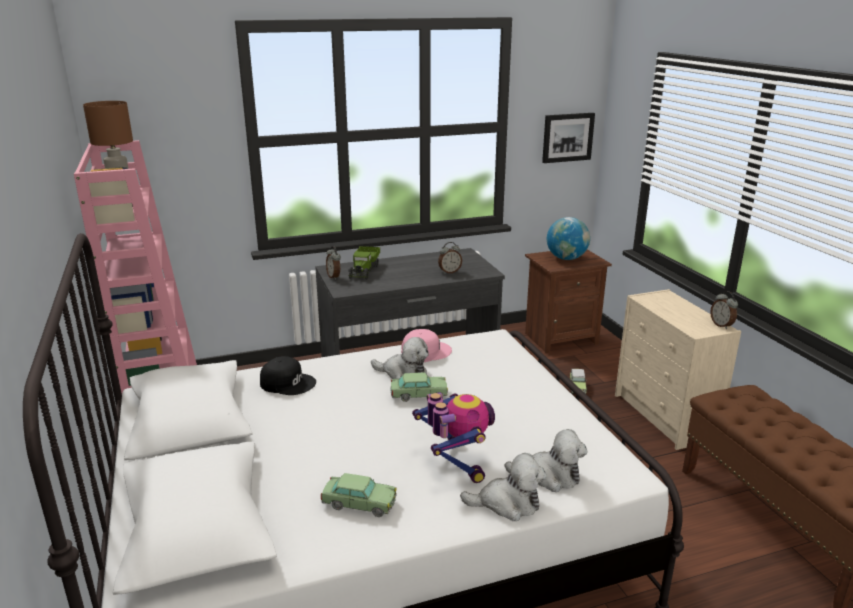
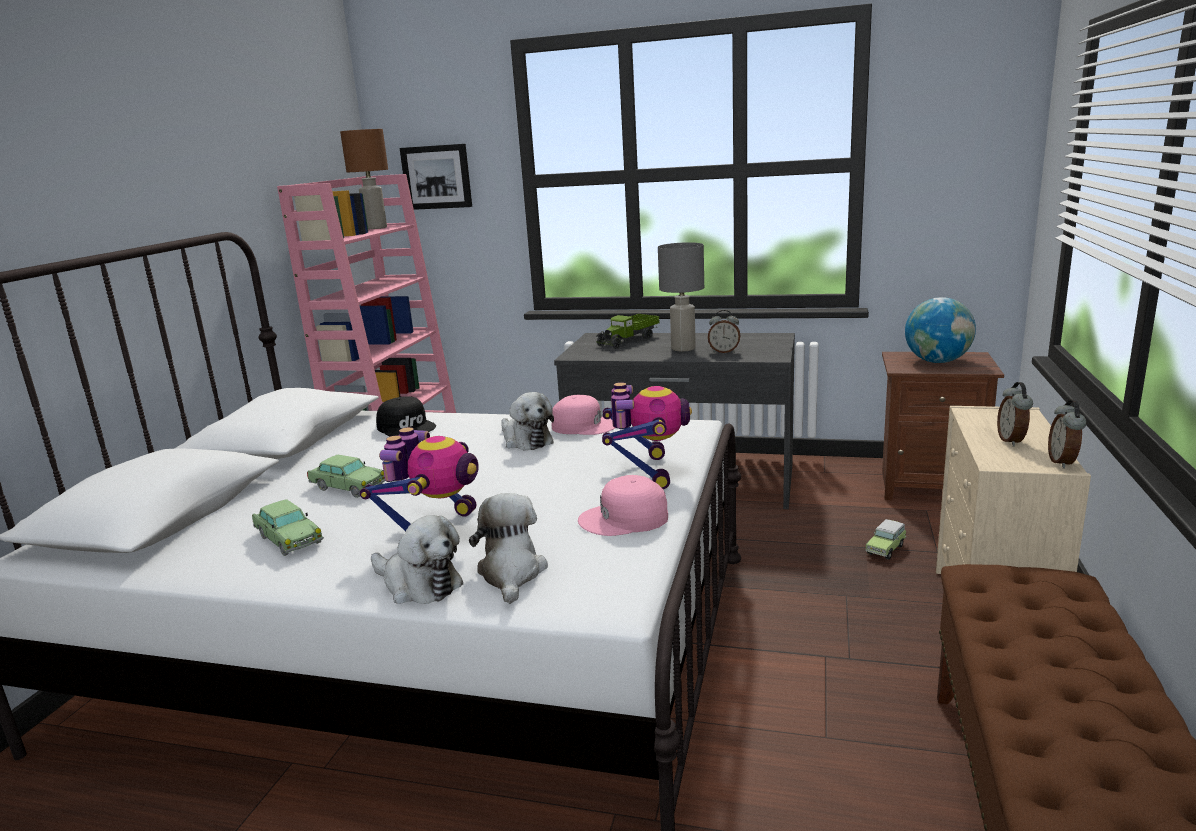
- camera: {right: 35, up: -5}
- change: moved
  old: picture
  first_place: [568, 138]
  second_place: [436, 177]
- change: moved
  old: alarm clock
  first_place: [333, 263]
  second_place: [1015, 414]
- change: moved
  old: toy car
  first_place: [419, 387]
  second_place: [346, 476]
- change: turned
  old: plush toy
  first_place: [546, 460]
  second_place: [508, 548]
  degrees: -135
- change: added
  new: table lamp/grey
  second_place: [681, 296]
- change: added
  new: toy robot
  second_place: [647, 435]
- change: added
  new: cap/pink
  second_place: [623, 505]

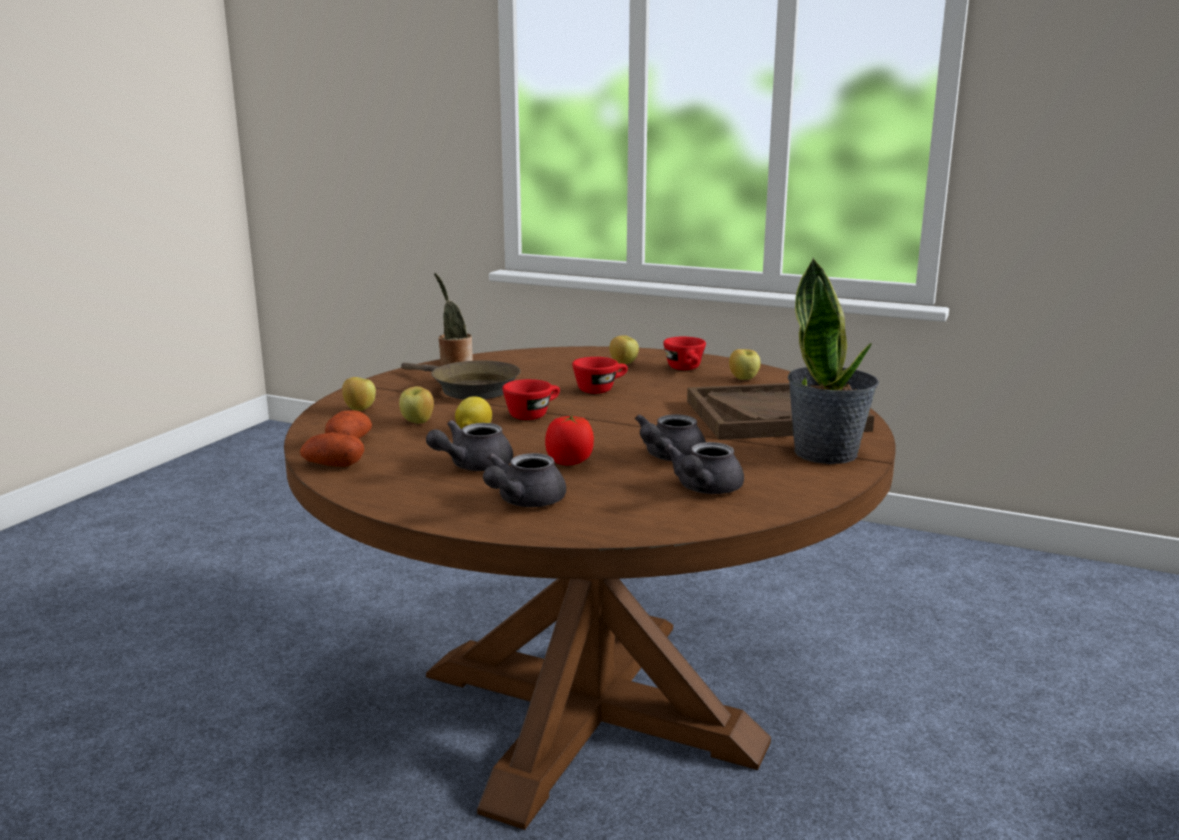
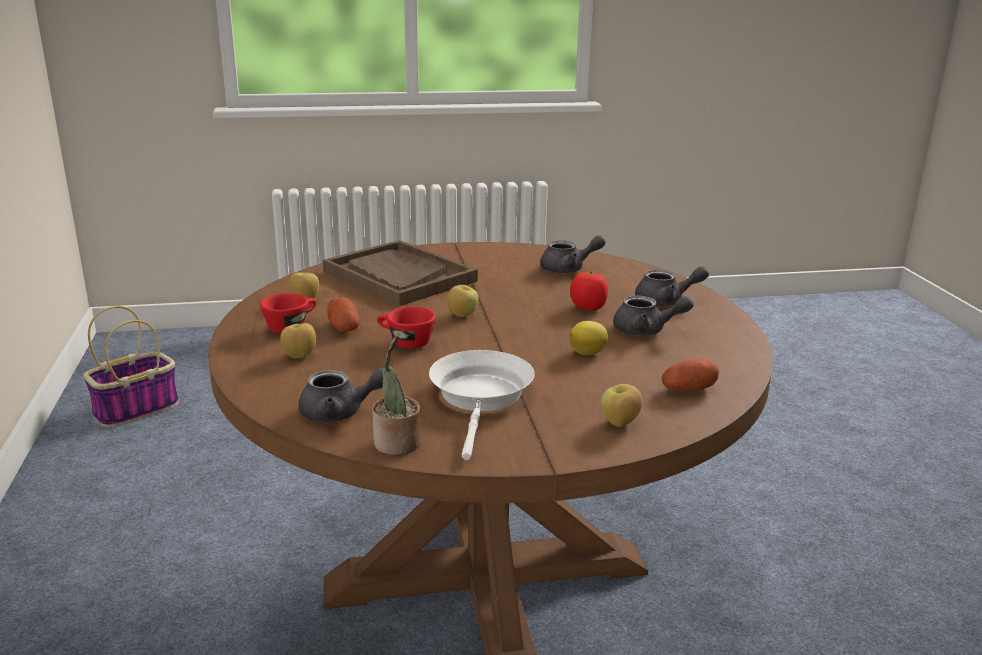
- camera: {right: -125, up: 5}
- change: removed
  old: potted plant
  first_place: [833, 360]
- change: recoloured
  old: frying pan/brown
  new: frying pan/white
  first_place: [461, 379]
  second_place: [481, 405]
- change: removed
  old: cup/red
  first_place: [531, 399]
- change: moved
  old: apple
  first_place: [416, 405]
  second_place: [462, 301]
- change: moved
  old: teapot/grey
  first_place: [670, 437]
  second_place: [341, 395]
- change: moved
  old: potato
  first_place: [332, 449]
  second_place: [343, 314]
- change: added
  new: basket
  second_place: [131, 367]

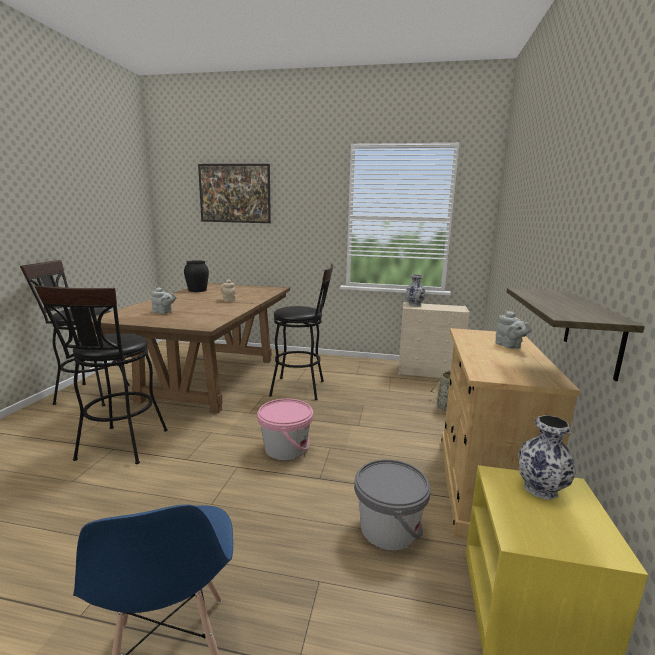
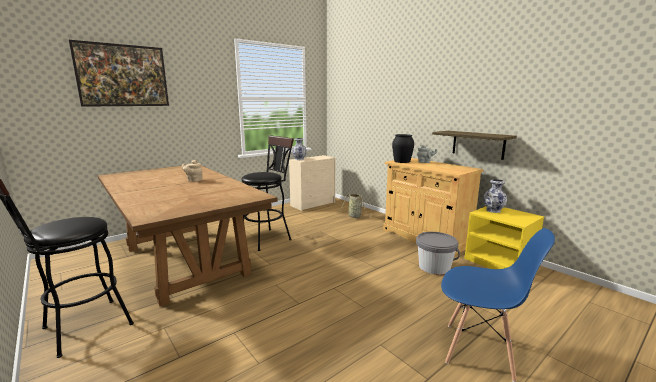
- camera: {right: -50, up: 0}
- change: moved
  old: vase/black
  first_place: [196, 276]
  second_place: [403, 148]
- change: removed
  old: stool/black
  first_place: [101, 374]
- change: removed
  old: teapot/grey
  first_place: [163, 300]
- change: removed
  old: bucket/pink
  first_place: [285, 429]

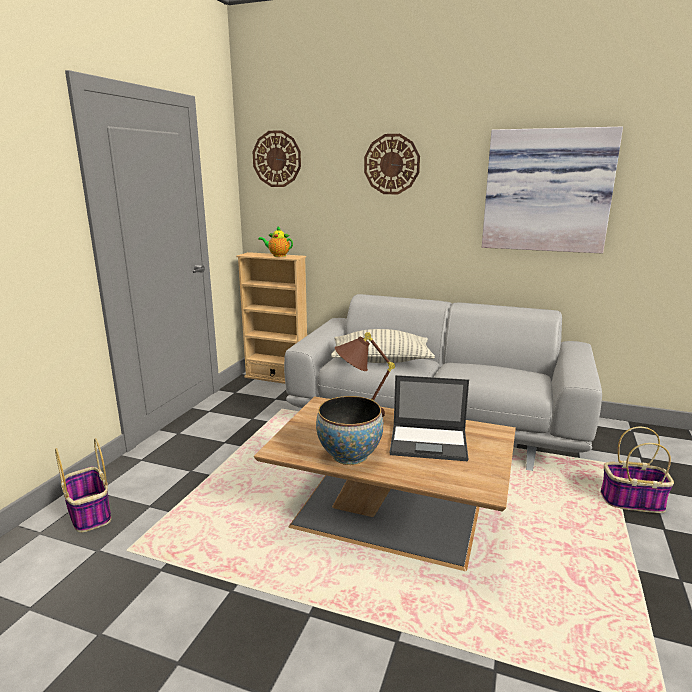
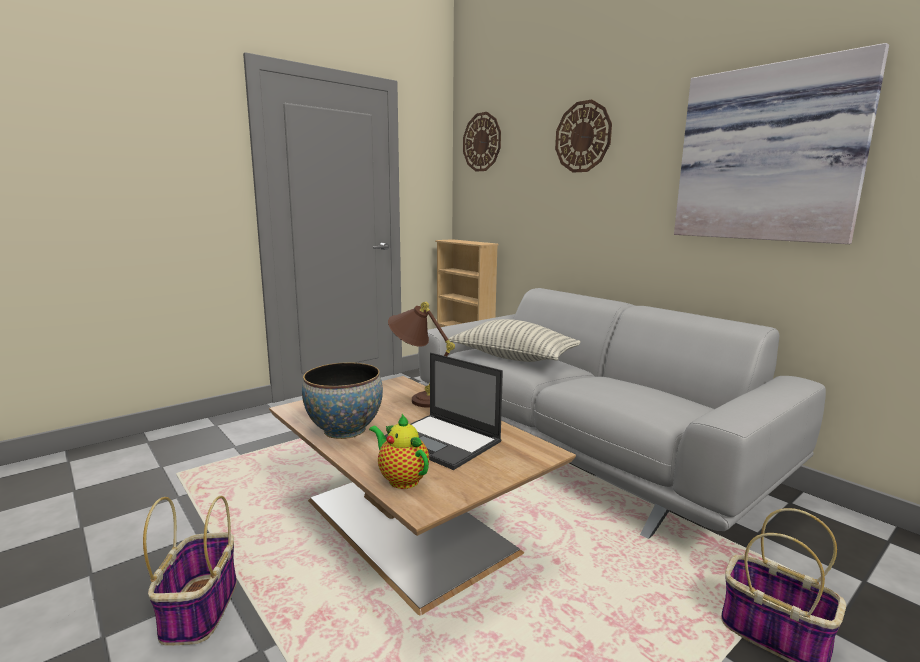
- camera: {right: 30, up: -5}
- change: moved
  old: teapot
  first_place: [275, 241]
  second_place: [399, 451]
- change: moved
  old: basket
  first_place: [83, 485]
  second_place: [190, 571]

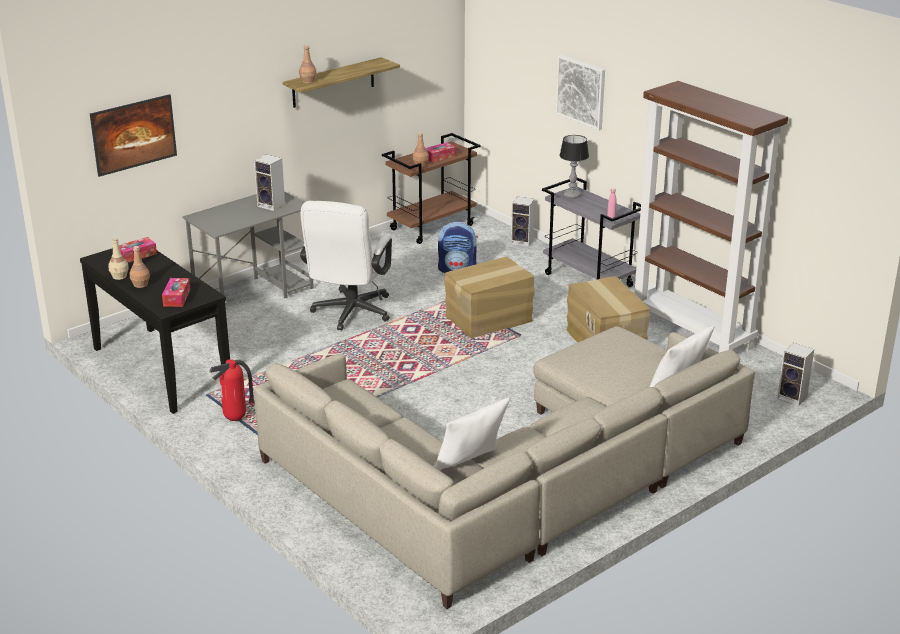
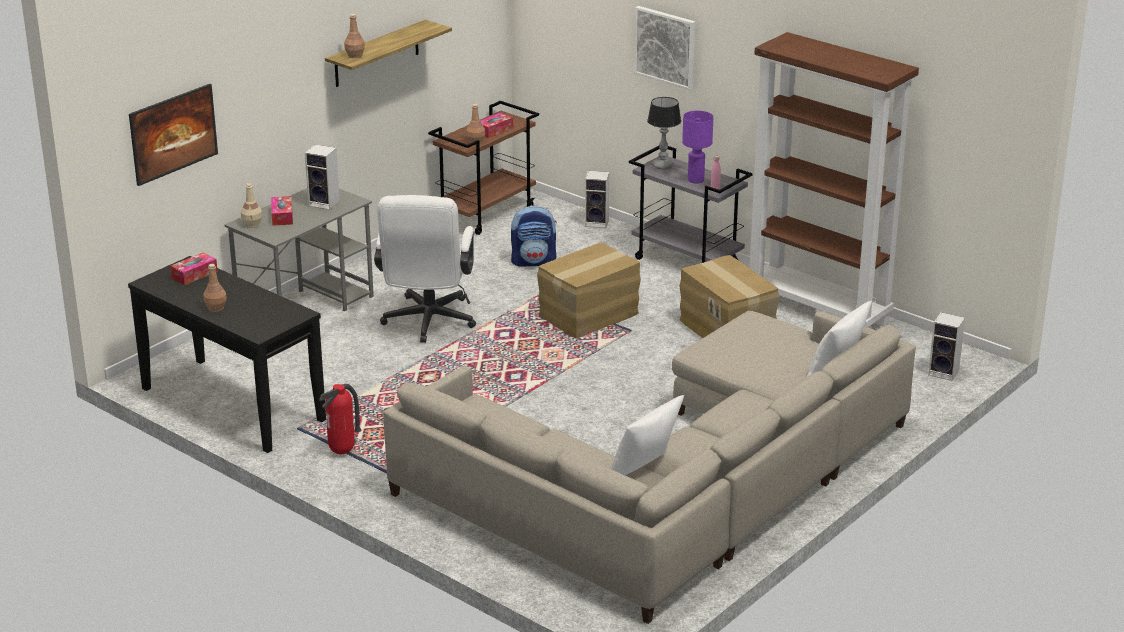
- camera: {right: -10, up: 0}
- change: moved
  old: bottle/beige
  first_place: [118, 259]
  second_place: [251, 205]
- change: moved
  old: tissue box
  first_place: [176, 292]
  second_place: [282, 211]
- change: added
  new: table lamp/purple
  second_place: [697, 147]

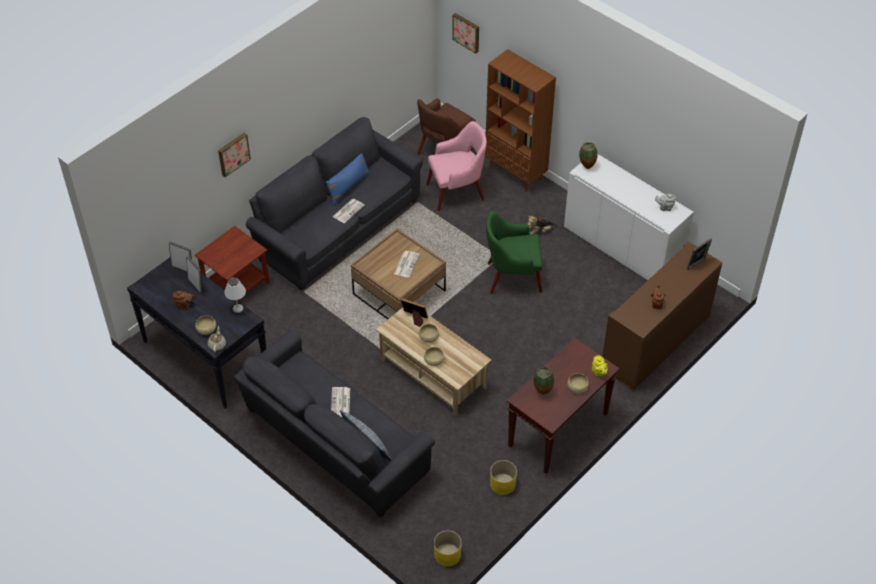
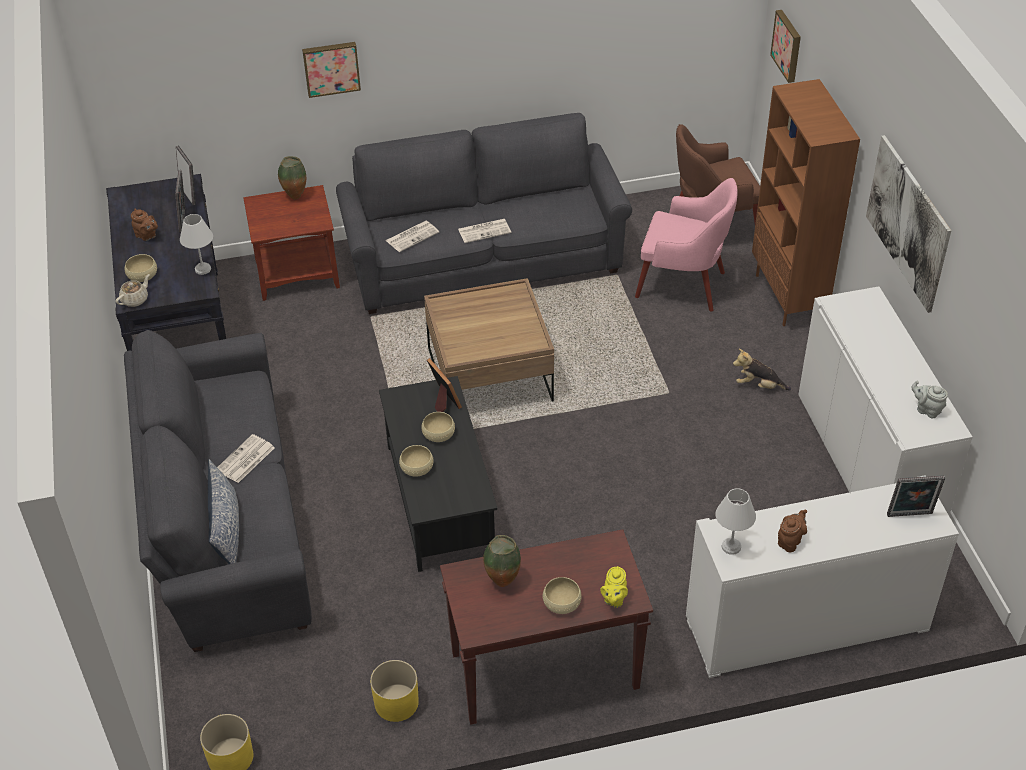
- camera: {right: 35, up: -5}
- change: moved
  old: vase
  first_place: [588, 155]
  second_place: [292, 178]
- change: removed
  old: pillow/blue
  first_place: [348, 179]
- change: removed
  old: armchair/green
  first_place: [514, 252]
- change: recoloured
  old: cabinet/brown
  new: cabinet/white
  first_place: [662, 317]
  second_place: [822, 576]
- change: moved
  old: newspaper
  first_place: [407, 264]
  second_place: [412, 236]
- change: recoloured
  old: coffee table/beige
  new: coffee table/black
  first_place: [434, 361]
  second_place: [438, 474]
- change: added
  new: picture
  second_place: [908, 224]
- change: added
  new: table lamp/white
  second_place: [735, 521]

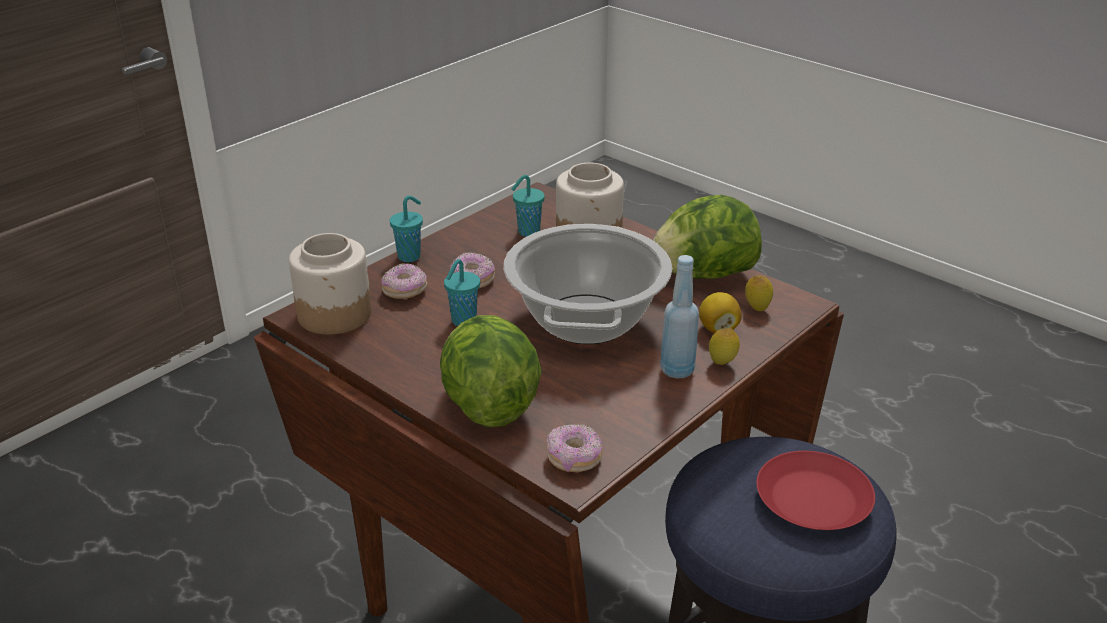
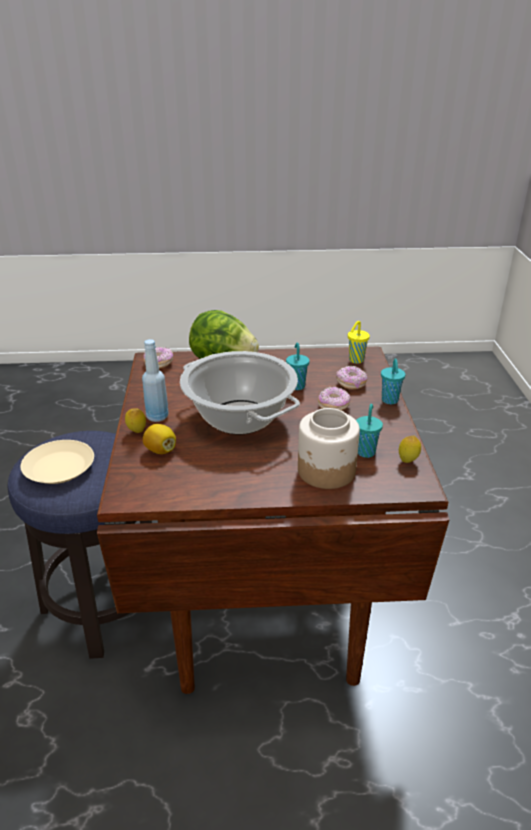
- camera: {right: 135, up: 0}
- change: removed
  old: lettuce
  first_place: [707, 237]
- change: replaced
  old: jar
  new: cup/yellow
  first_place: [330, 284]
  second_place: [359, 342]
- change: moved
  old: lemon
  first_place: [759, 293]
  second_place: [410, 449]
- change: recoloured
  old: plate/red
  new: plate/beige
  first_place: [815, 490]
  second_place: [57, 462]

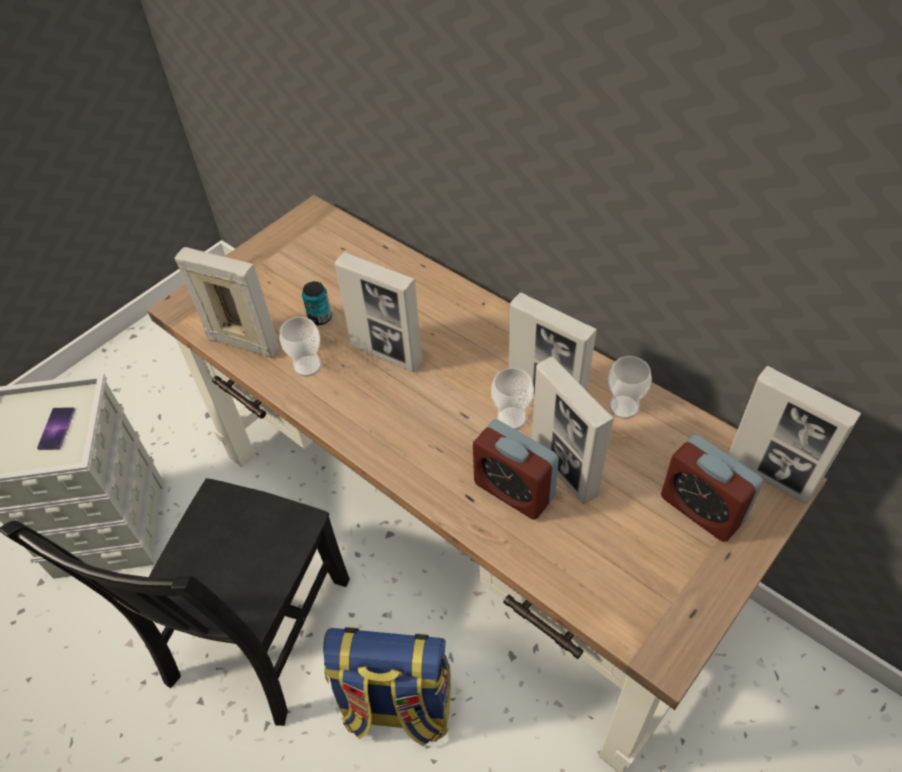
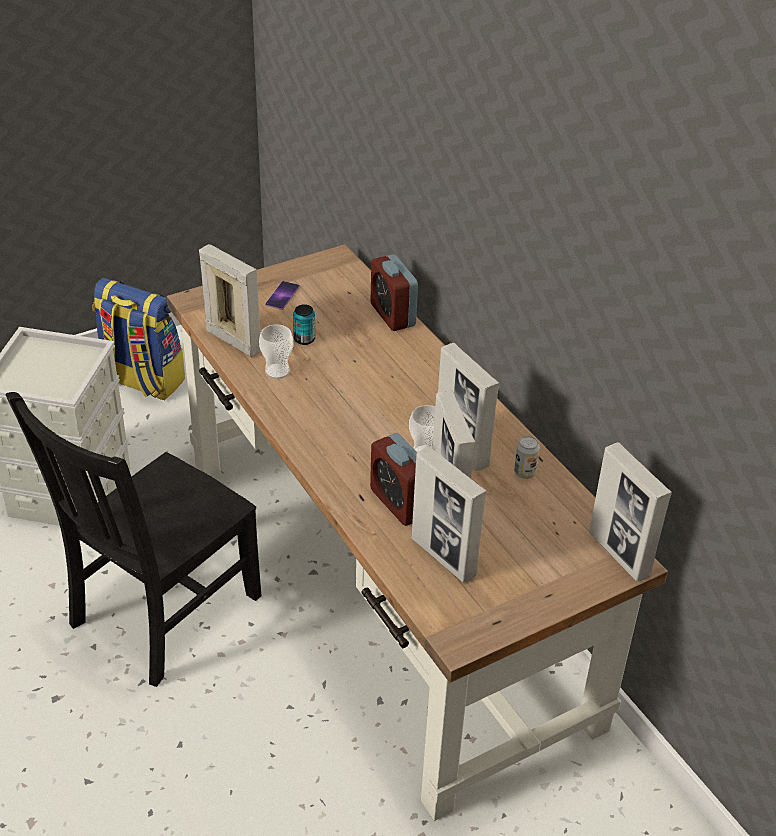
- camera: {right: 15, up: -10}
- change: moved
  old: picture frame
  first_place: [379, 312]
  second_place: [449, 514]
- change: replaced
  old: cup
  new: can
  first_place: [630, 387]
  second_place: [527, 457]
- change: moved
  old: phone
  first_place: [56, 428]
  second_place: [282, 295]
- change: moved
  old: alarm clock
  first_place: [712, 488]
  second_place: [394, 292]
- change: moved
  old: backpack
  first_place: [387, 686]
  second_place: [138, 339]

